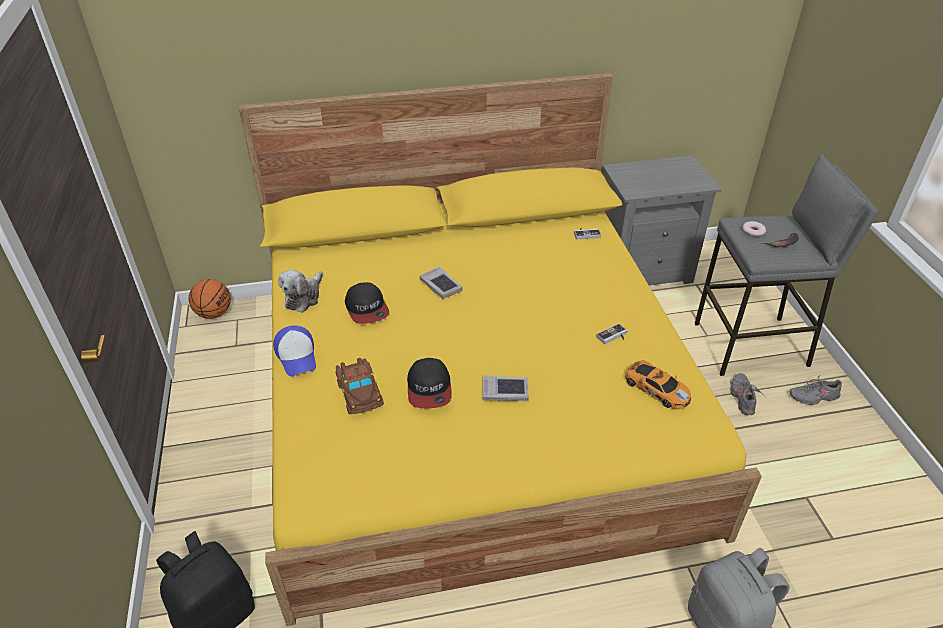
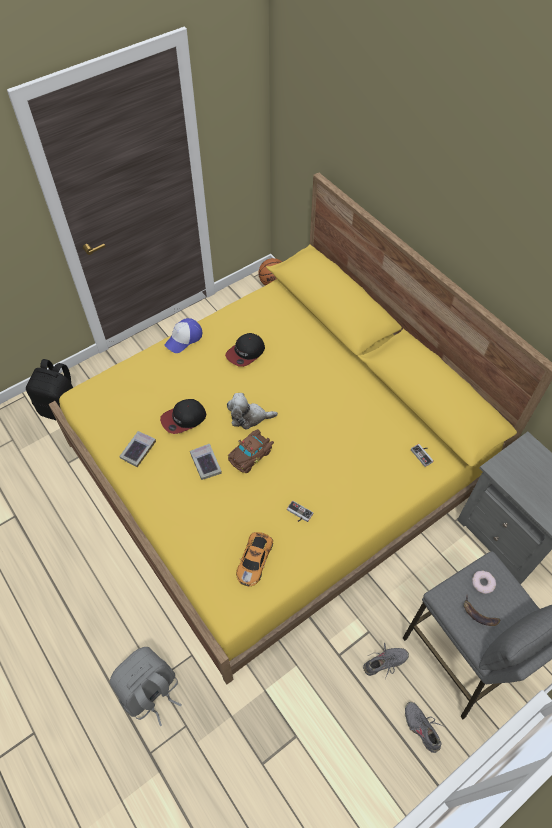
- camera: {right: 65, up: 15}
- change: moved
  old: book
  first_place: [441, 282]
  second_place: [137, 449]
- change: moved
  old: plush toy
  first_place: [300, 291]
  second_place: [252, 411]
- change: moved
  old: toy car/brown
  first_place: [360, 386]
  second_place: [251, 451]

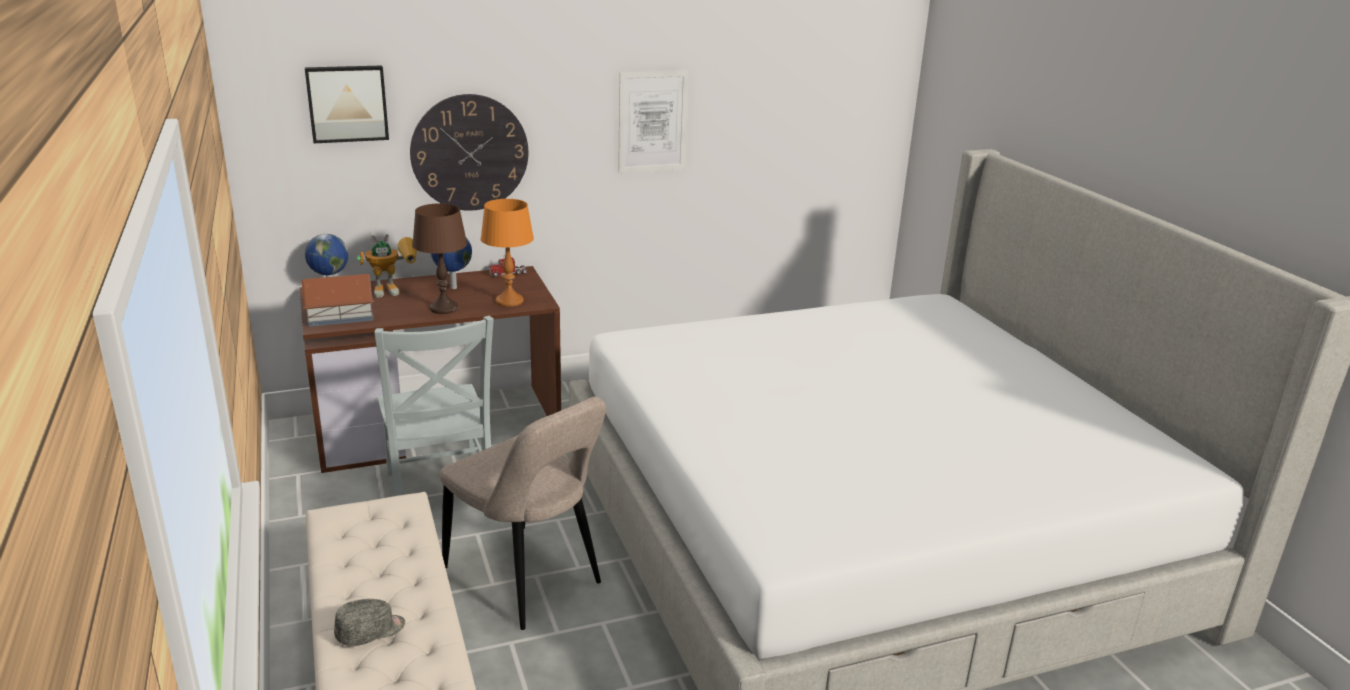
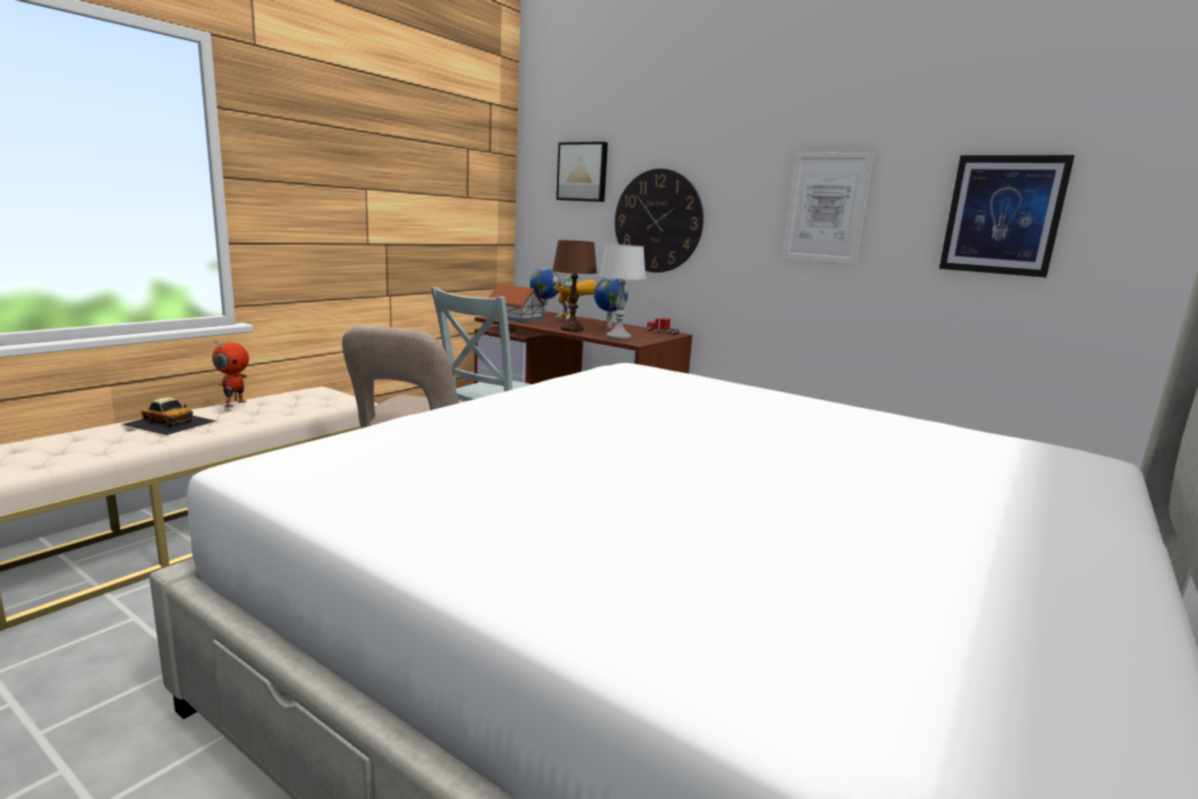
- camera: {right: 55, up: -10}
- change: recoloured
  old: table lamp/orange
  new: table lamp/grey
  first_place: [507, 253]
  second_place: [622, 292]
- change: replaced
  old: cap/grey
  new: toy car
  first_place: [369, 622]
  second_place: [168, 416]
- change: added
  new: picture
  second_place: [1007, 216]
- change: added
  new: toy robot
  second_place: [230, 374]

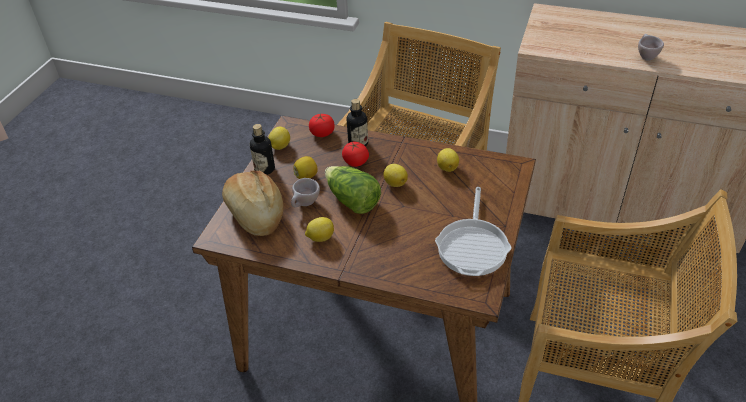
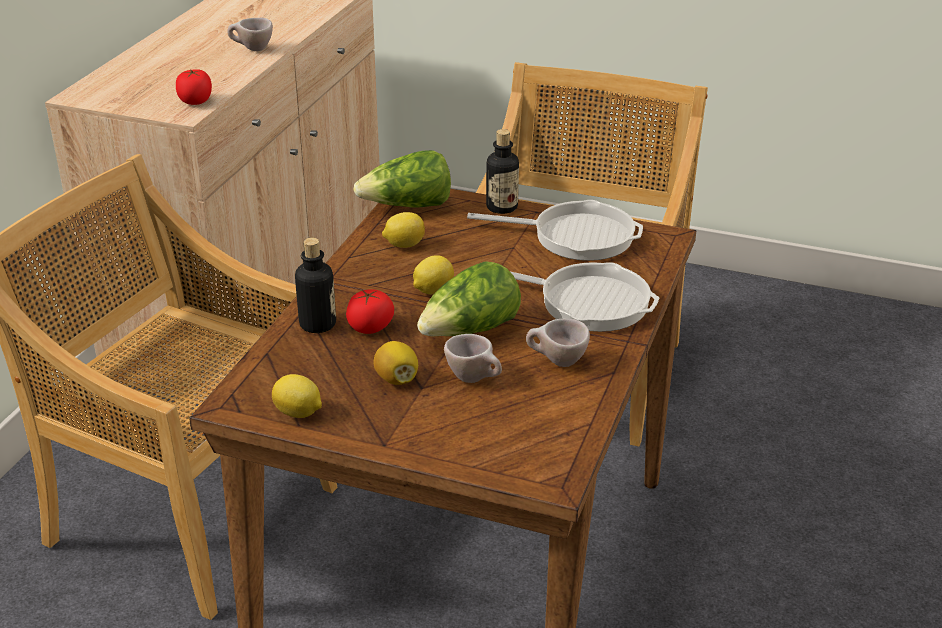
- camera: {right: -90, up: -10}
- change: moved
  old: tomato
  first_place: [322, 125]
  second_place: [194, 87]
- change: moved
  old: bottle
  first_place: [262, 149]
  second_place: [502, 171]
- change: removed
  old: bread
  first_place: [252, 203]
- change: replaced
  old: lemon
  new: cup/beige
  first_place: [319, 229]
  second_place: [558, 343]
- change: added
  new: lettuce
  second_place: [402, 179]
- change: added
  new: frying pan
  second_place: [585, 297]

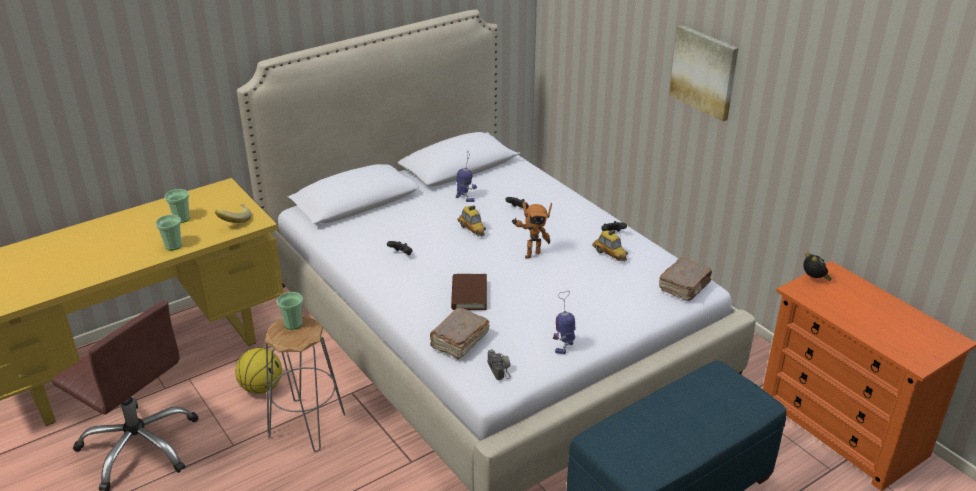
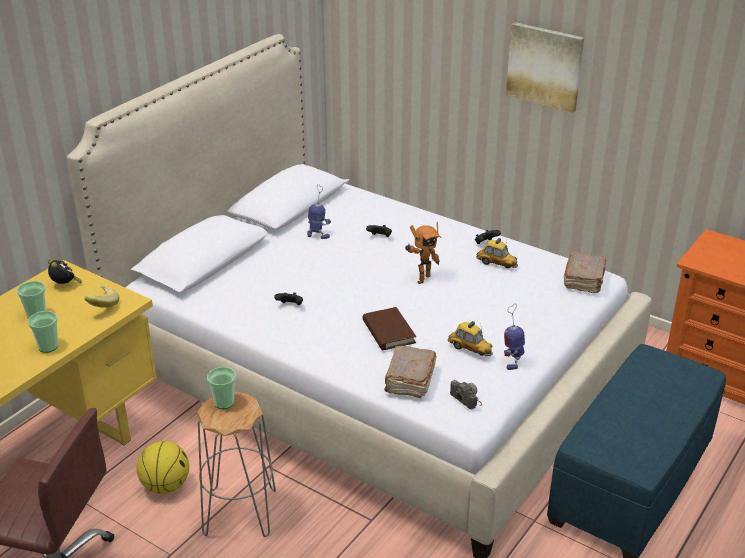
- camera: {right: -20, up: 0}
- change: moved
  old: toy car
  first_place: [471, 221]
  second_place: [470, 338]
- change: moved
  old: alarm clock
  first_place: [817, 266]
  second_place: [65, 271]

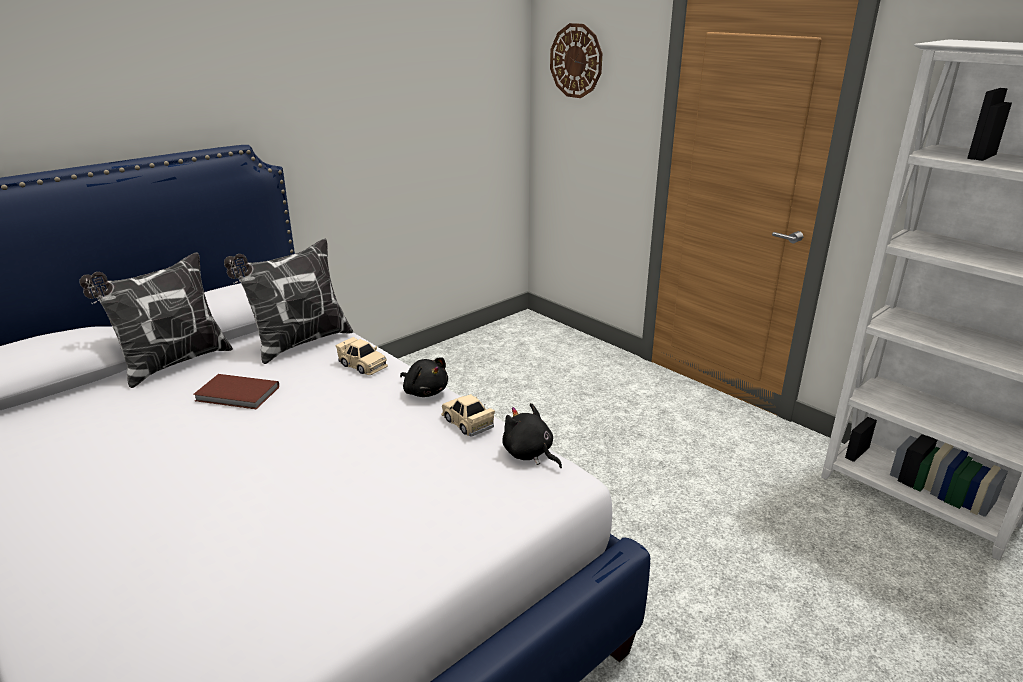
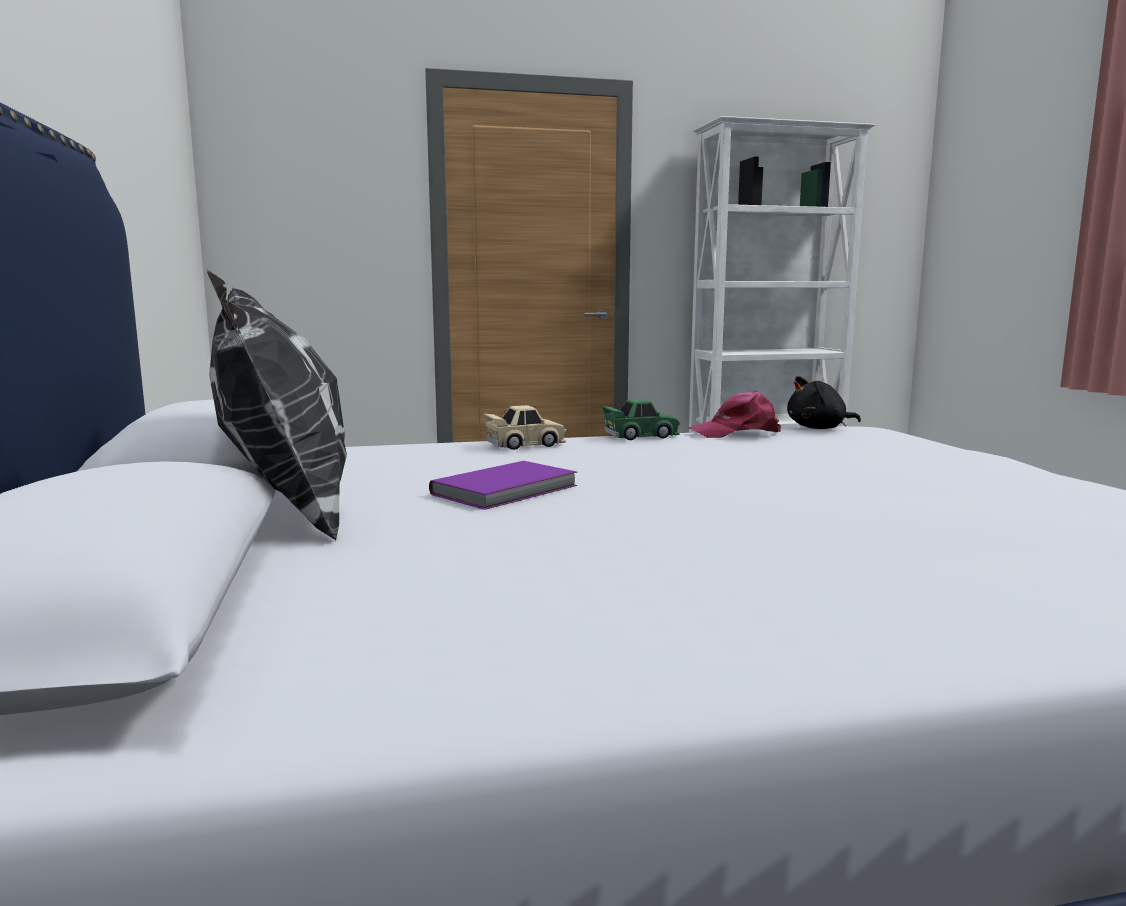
- camera: {right: -60, up: -15}
- change: removed
  old: wall clock
  first_place: [576, 60]
- change: removed
  old: pillow
  first_place: [288, 301]
- change: replaced
  old: plush toy/black
  new: toy car/green
  first_place: [424, 377]
  second_place: [641, 419]
- change: recoloured
  old: book/brown
  new: book/purple
  first_place: [236, 391]
  second_place: [503, 485]
- change: replaced
  old: toy car/beige
  new: cap/pink
  first_place: [468, 415]
  second_place: [735, 414]

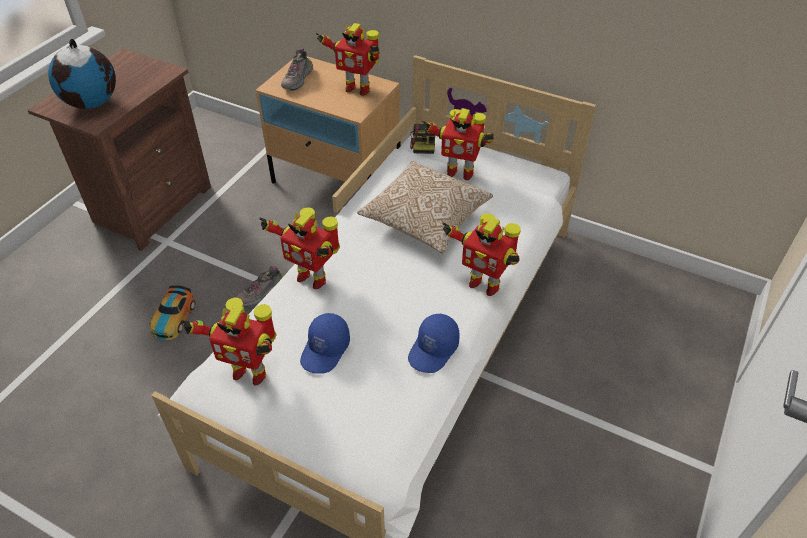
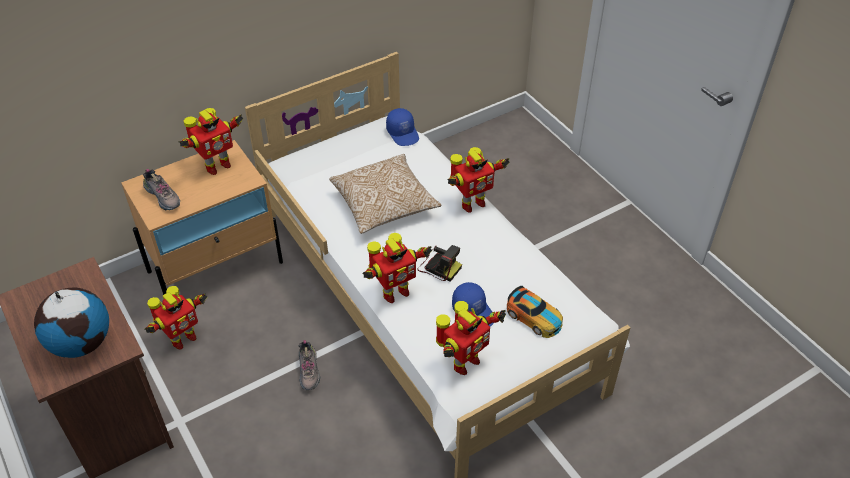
- camera: {right: -60, up: 0}
- change: moved
  old: toy robot
  first_place: [457, 144]
  second_place: [175, 318]
- change: moved
  old: photo camera
  first_place: [424, 139]
  second_place: [439, 263]
- change: moved
  old: toy car
  first_place: [172, 312]
  second_place: [535, 312]
- change: moved
  old: cap/blue
  first_place: [434, 343]
  second_place: [402, 127]

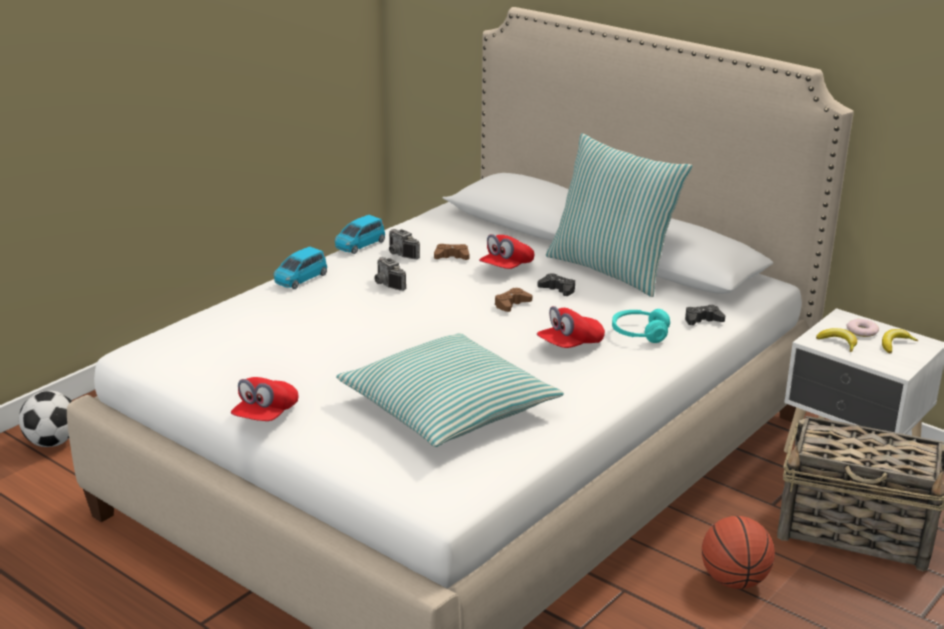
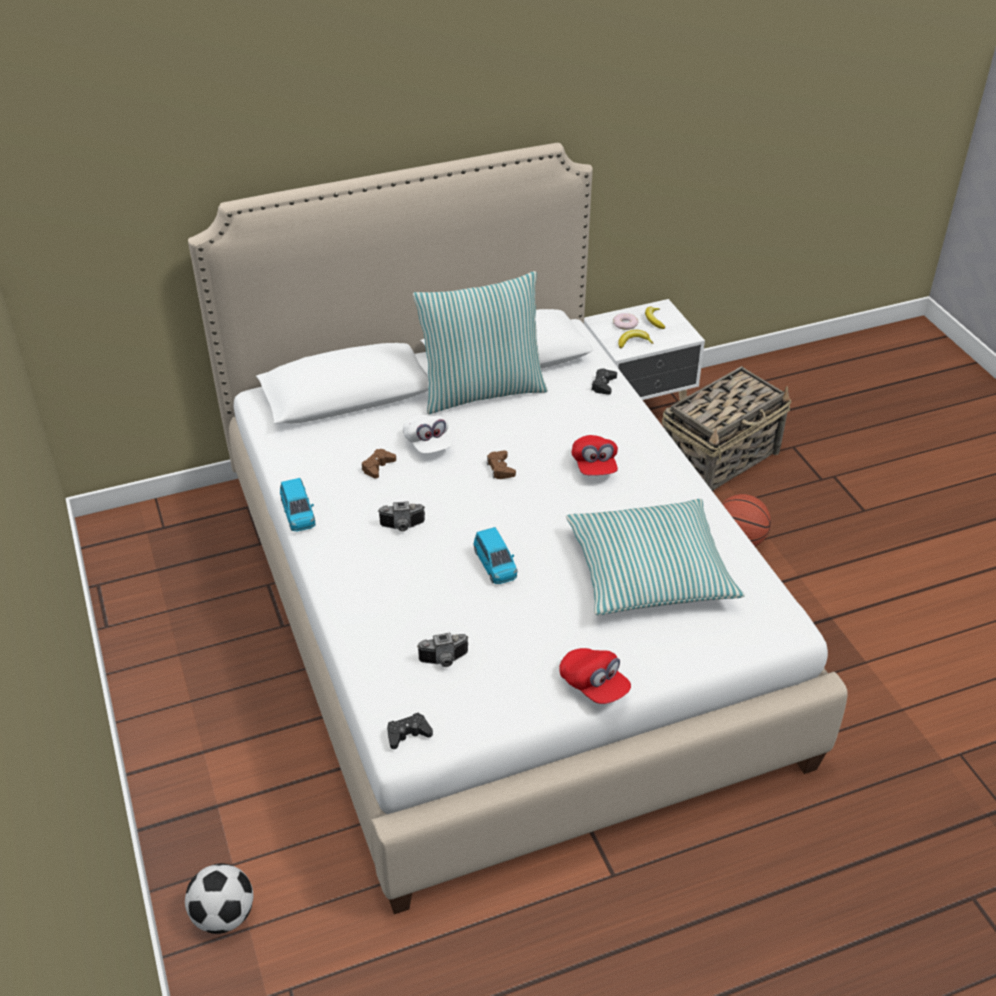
- camera: {right: -60, up: 15}
- change: moved
  old: photo camera
  first_place: [404, 244]
  second_place: [443, 649]
- change: recoloured
  old: cap/red
  new: cap/white
  first_place: [506, 251]
  second_place: [428, 434]
- change: moved
  old: toy car/blue
  first_place: [300, 268]
  second_place: [496, 555]
- change: moved
  old: game controller/black
  first_place: [556, 284]
  second_place: [410, 731]
- change: removed
  old: headphones/turquoise
  first_place: [641, 326]

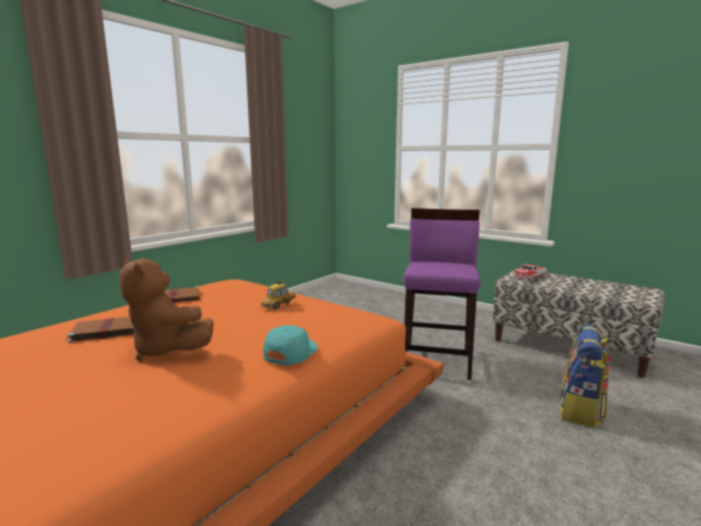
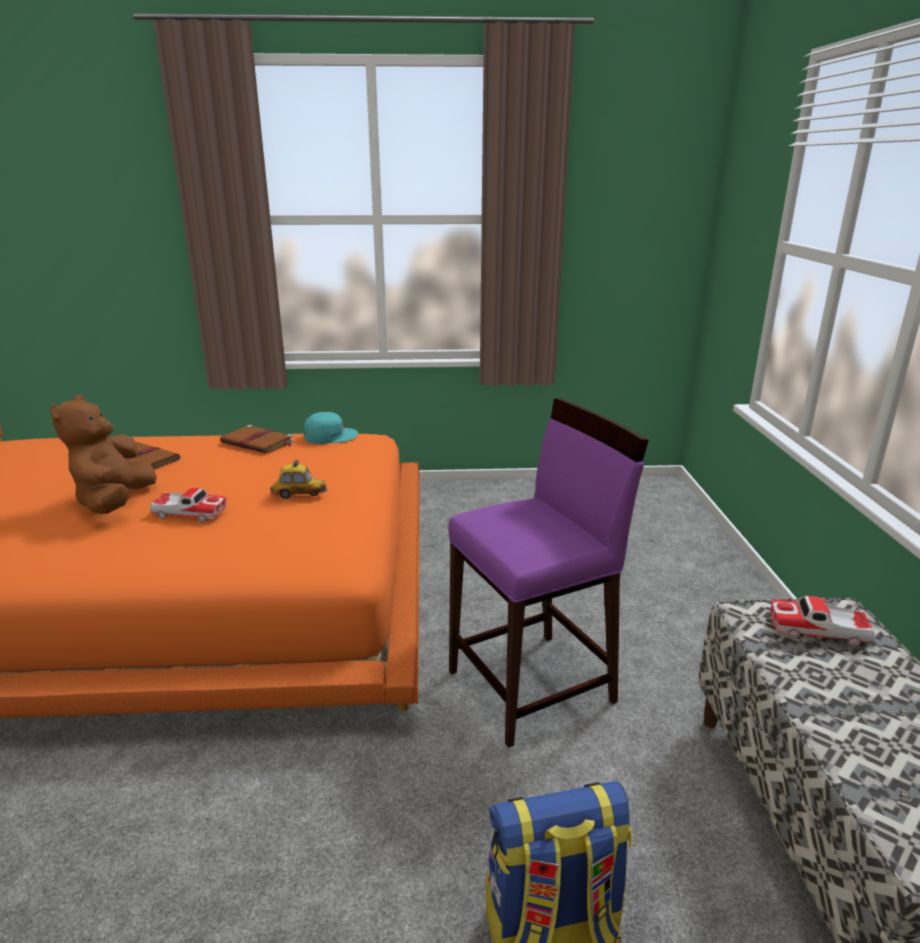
- camera: {right: 50, up: 10}
- change: moved
  old: cap/turquoise
  first_place: [290, 345]
  second_place: [331, 428]
- change: added
  new: toy car
  second_place: [188, 505]

